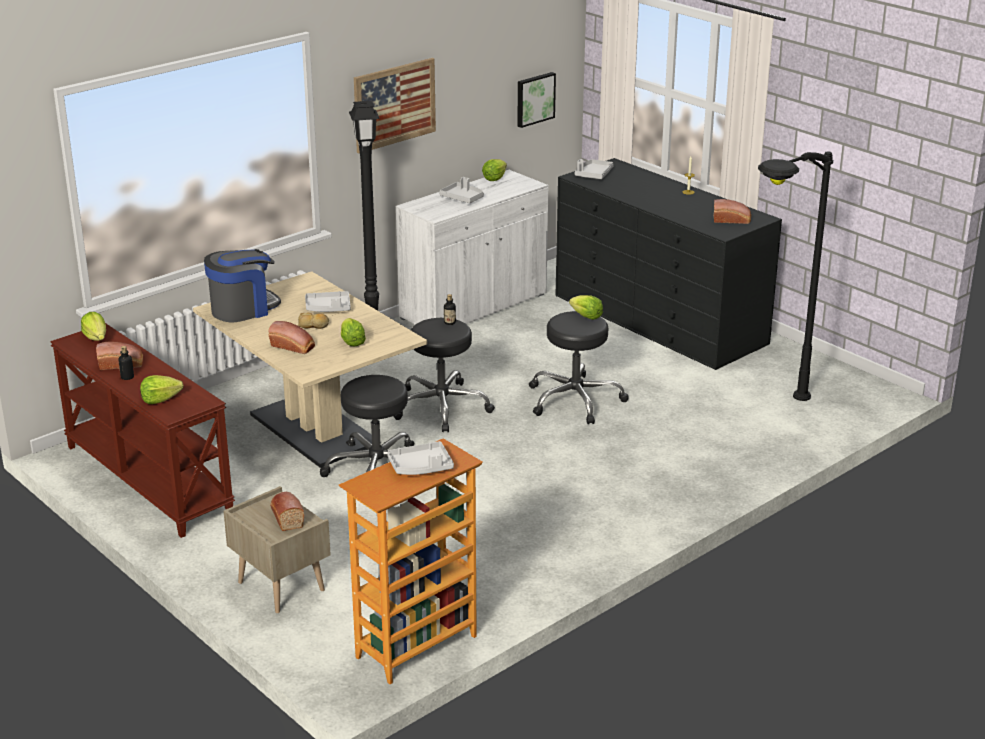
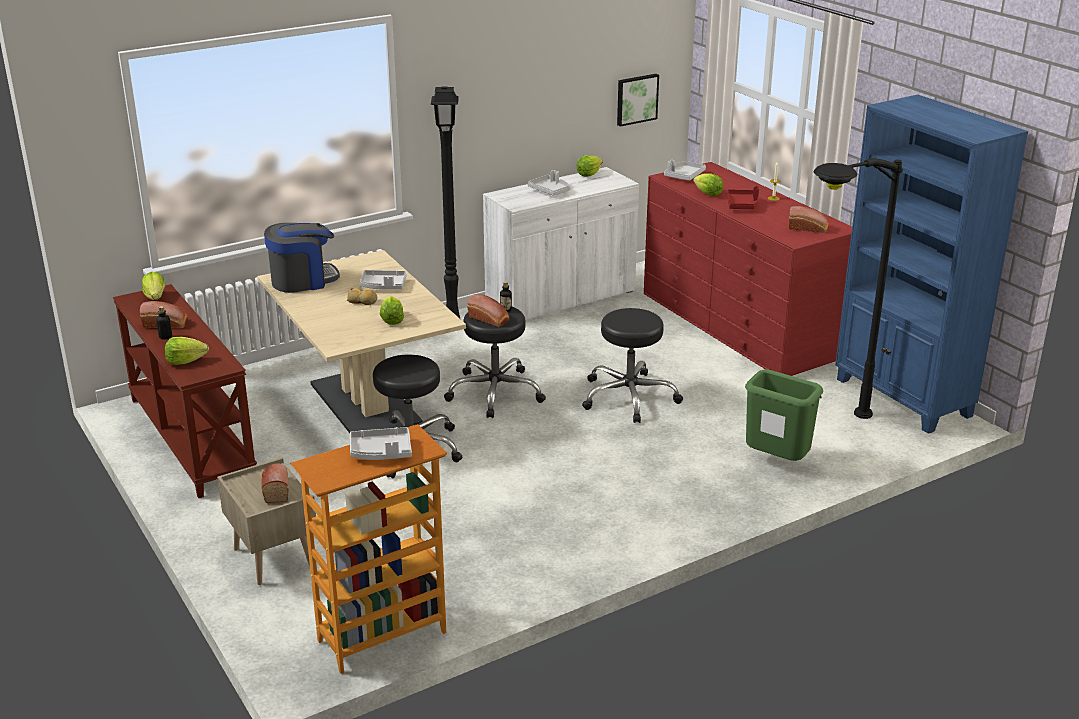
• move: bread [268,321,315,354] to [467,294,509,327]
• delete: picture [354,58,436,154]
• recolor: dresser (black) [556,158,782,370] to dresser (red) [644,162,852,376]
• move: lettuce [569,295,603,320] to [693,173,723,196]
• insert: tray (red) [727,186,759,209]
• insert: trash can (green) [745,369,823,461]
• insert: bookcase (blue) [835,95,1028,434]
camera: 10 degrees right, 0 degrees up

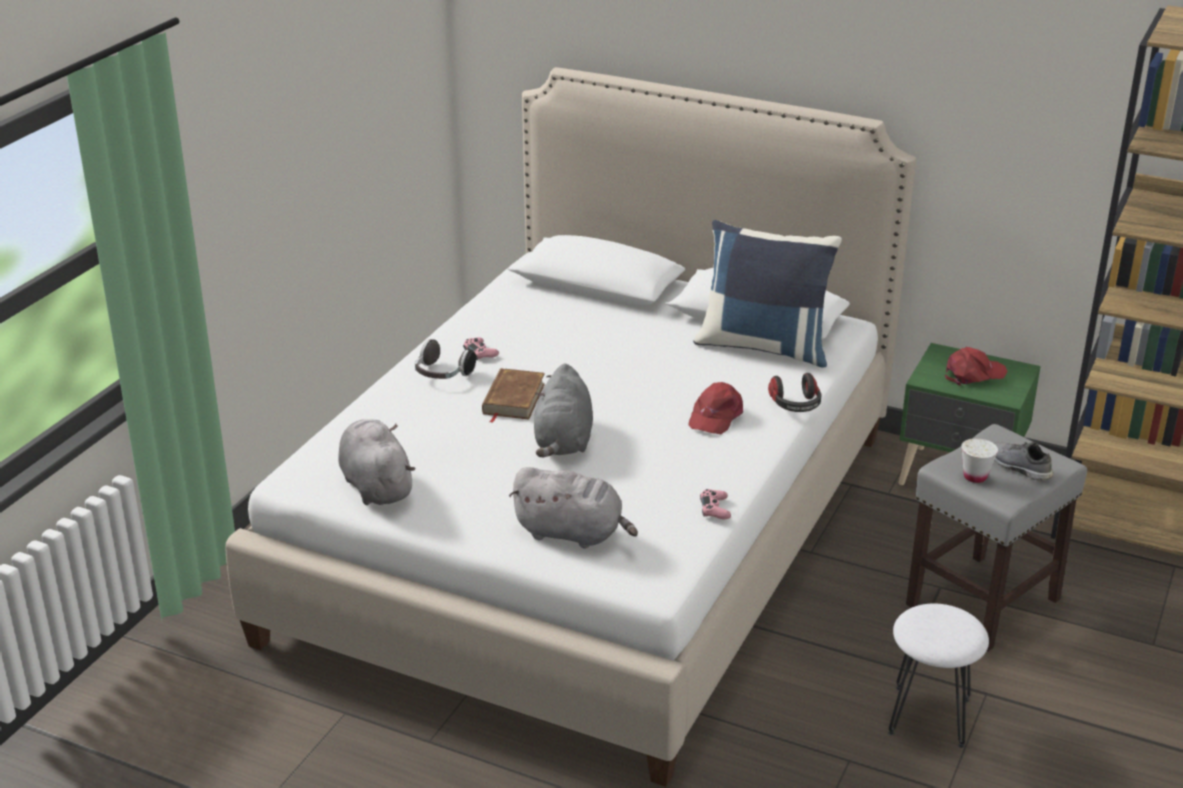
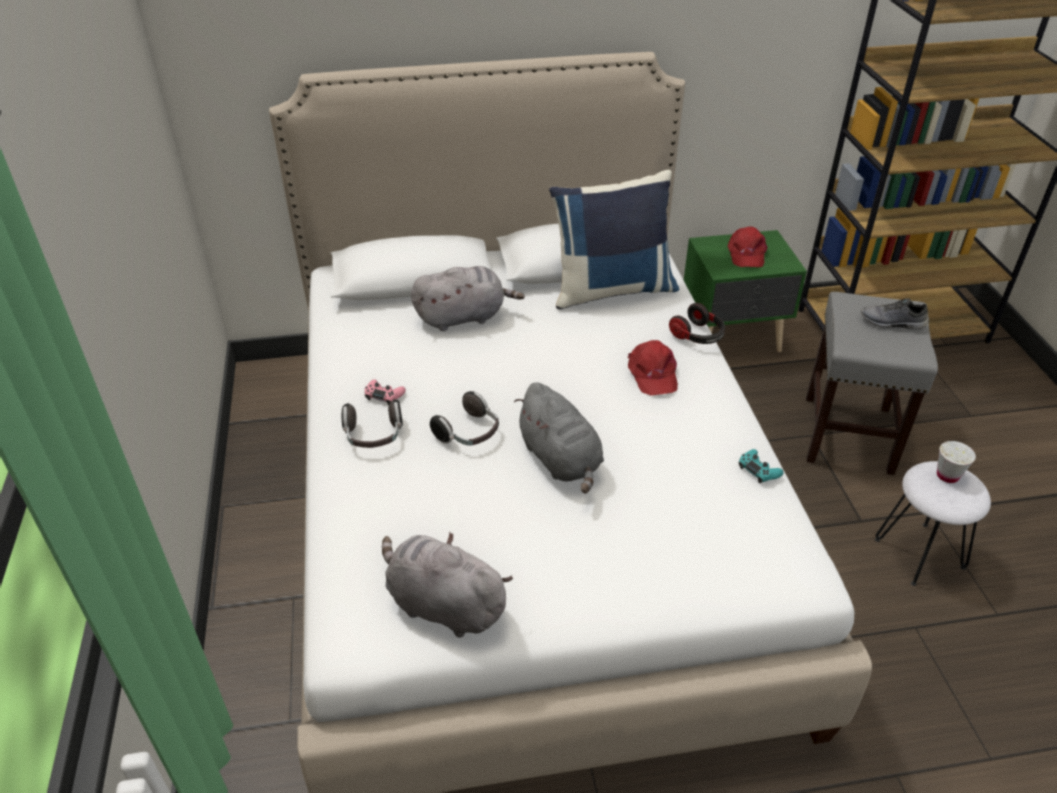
• replace: book (brown) [482,368,545,423] to headphones [430,391,499,446]
• move: plush toy (grey) [509,467,638,549] to [411,266,525,331]
• recolor: game controller (pink) [700,489,731,519] to game controller (turquoise) [739,449,784,483]
• rotate: cap (red) [945,347,1008,386] = [727,226,767,267] 150 degrees clockwise
• move: cup (white) [961,438,998,483] to [937,441,976,483]
camera: 35 degrees left, 10 degrees up

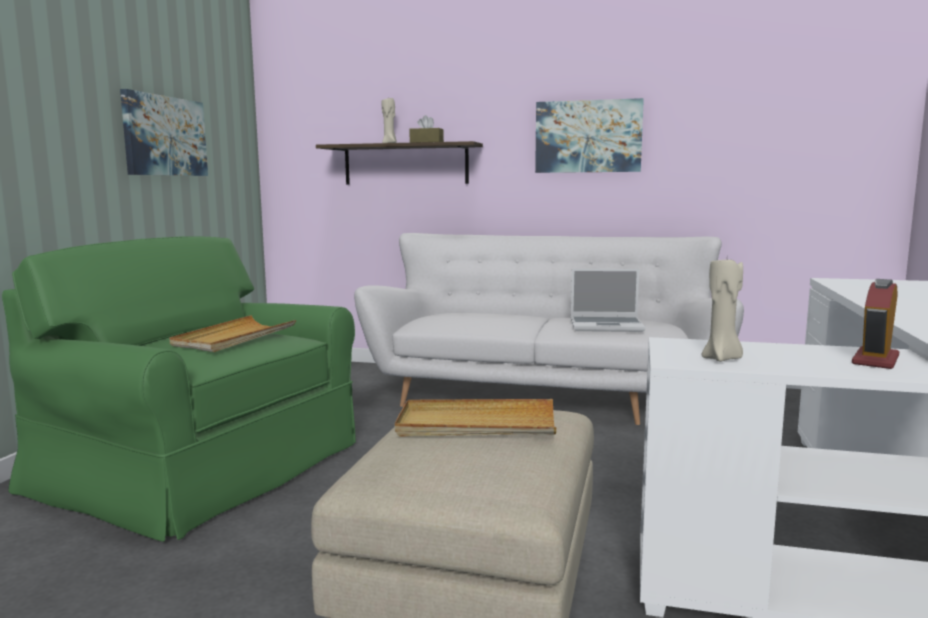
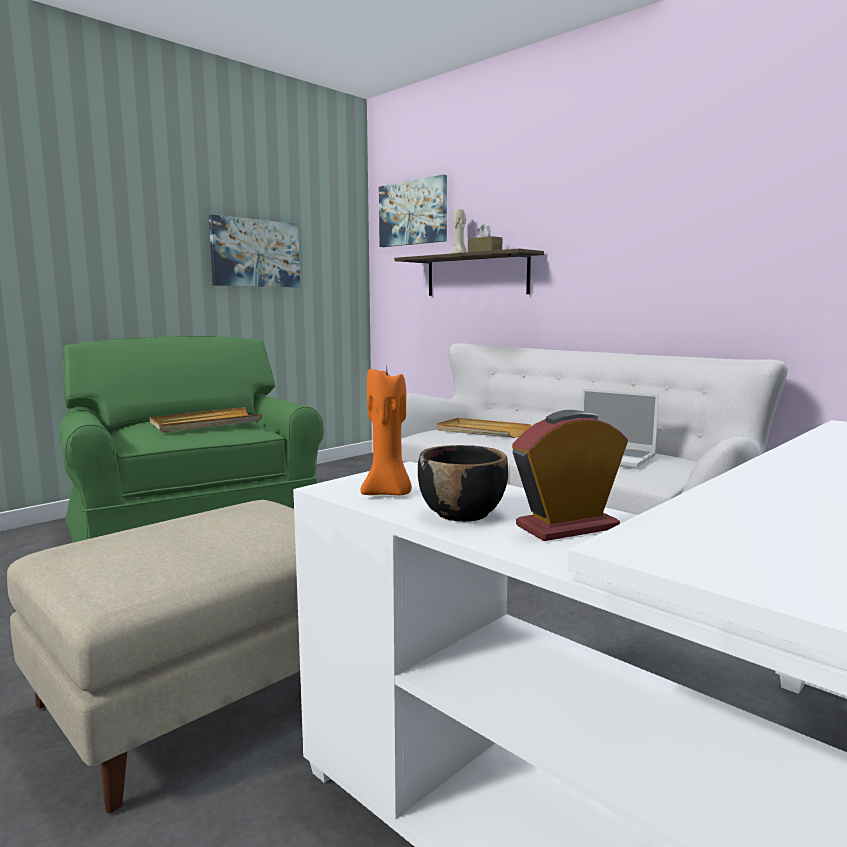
• move: tray (beige) [395,399,556,437] to [436,418,532,438]
• move: picture [535,98,644,173] to [379,175,447,247]
• recolor: candle (beige) [702,260,743,362] to candle (orange) [361,367,412,495]
• insert: bowl (black) [418,445,508,522]
camera: 30 degrees right, 0 degrees up

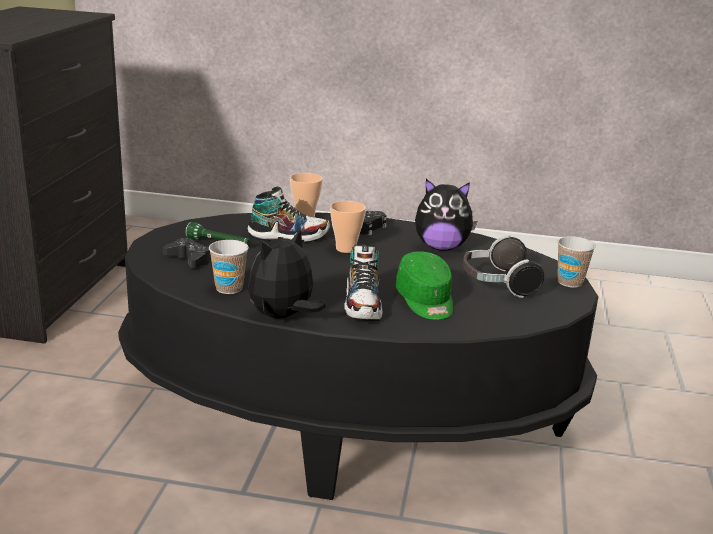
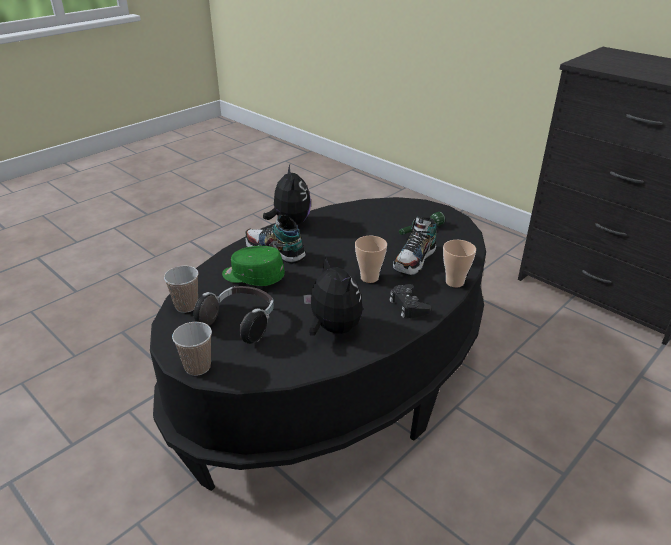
• delete: game controller (black) [163,238,211,268]
• move: cup [209,240,249,294] to [164,266,198,313]
• rotate: plush toy [415,179,477,251] = [303,256,363,336] 105 degrees clockwise
camera: 125 degrees right, 10 degrees up

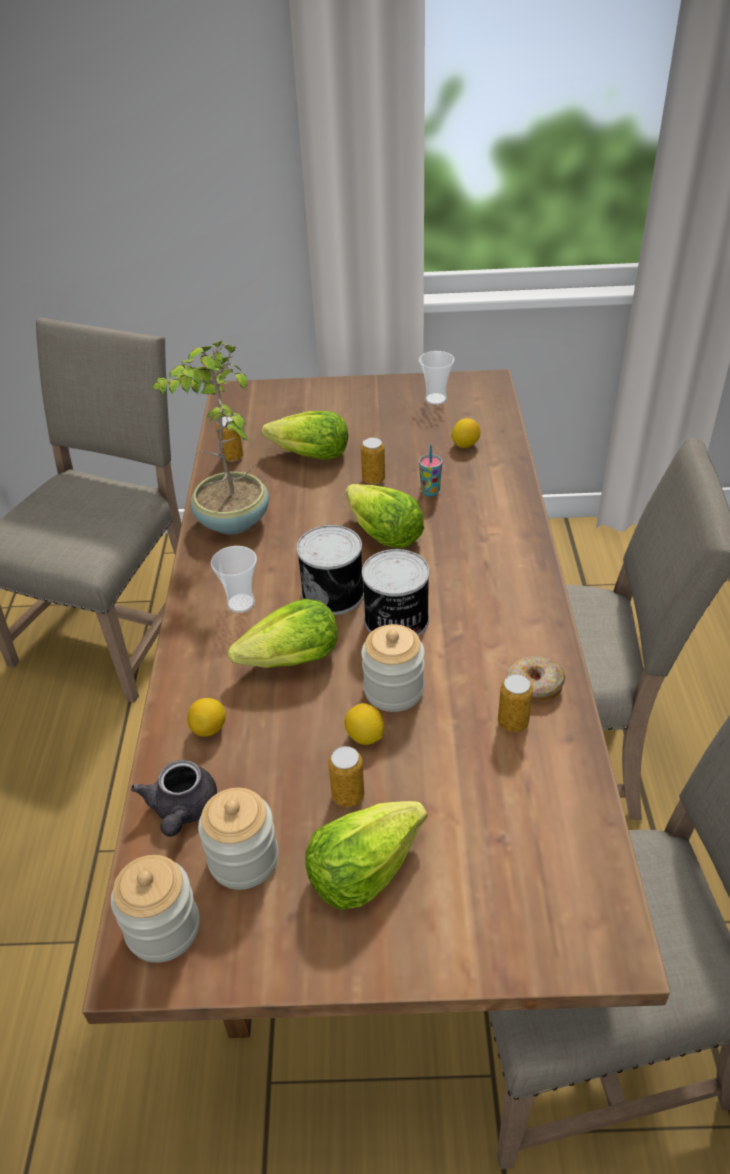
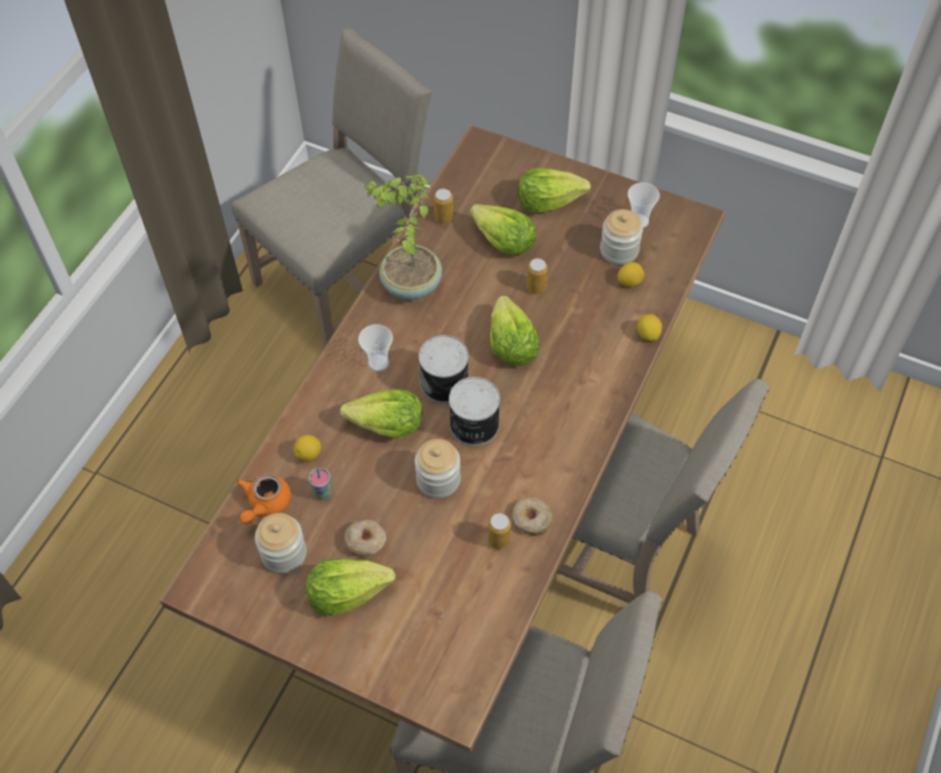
• move: jar [111,855,200,963] to [600,209,643,265]
• recolor: teapot (grey) [131,760,217,837] to teapot (orange) [236,474,292,524]
• replace: can [328,746,364,807] to donut [343,520,386,557]
• move: lemon [344,703,384,745] to [637,314,662,341]
• move: cup [419,444,442,496] to [309,468,332,500]
• insert: lettuce [518,168,591,213]
camera: 25 degrees right, 15 degrees up

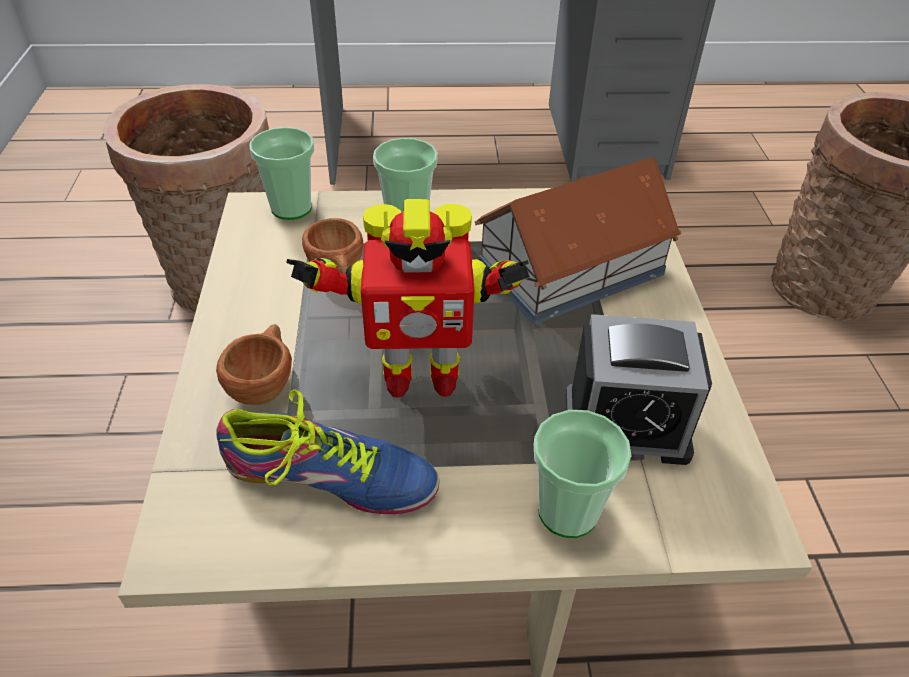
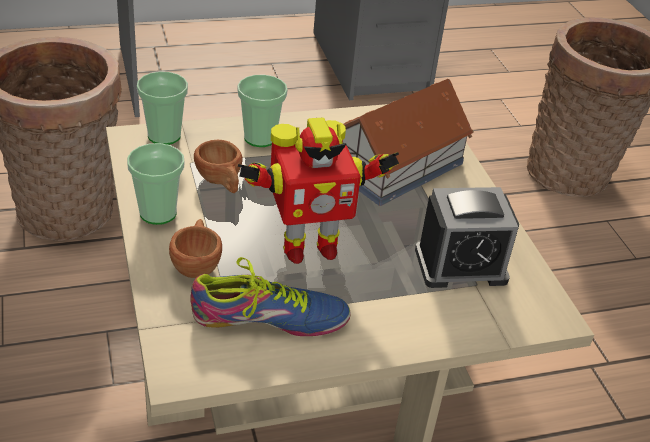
• move: cup [534,410,631,538] to [127,143,184,225]
camera: 15 degrees left, 5 degrees down

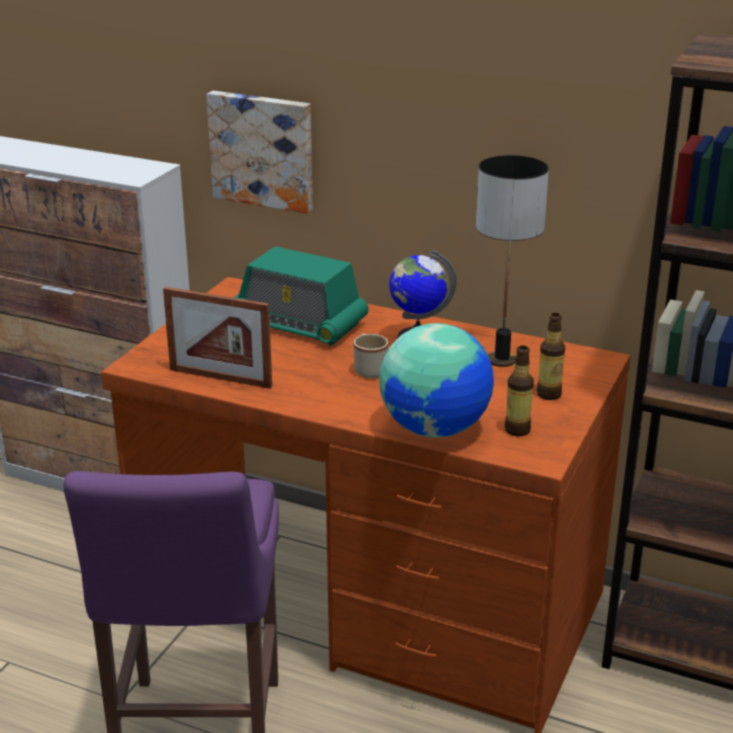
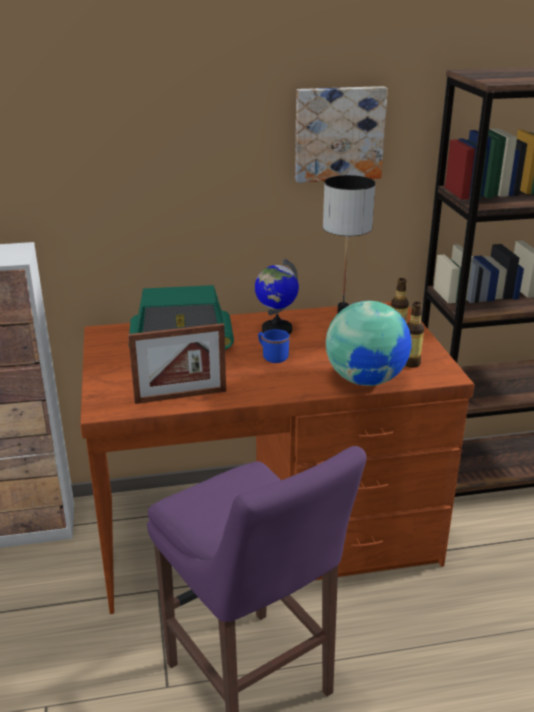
• move: picture [206,91,313,213] to [295,86,388,183]
• recolor: mug (beige) [354,334,388,378] to mug (blue) [258,329,289,363]
camera: 35 degrees left, 0 degrees up

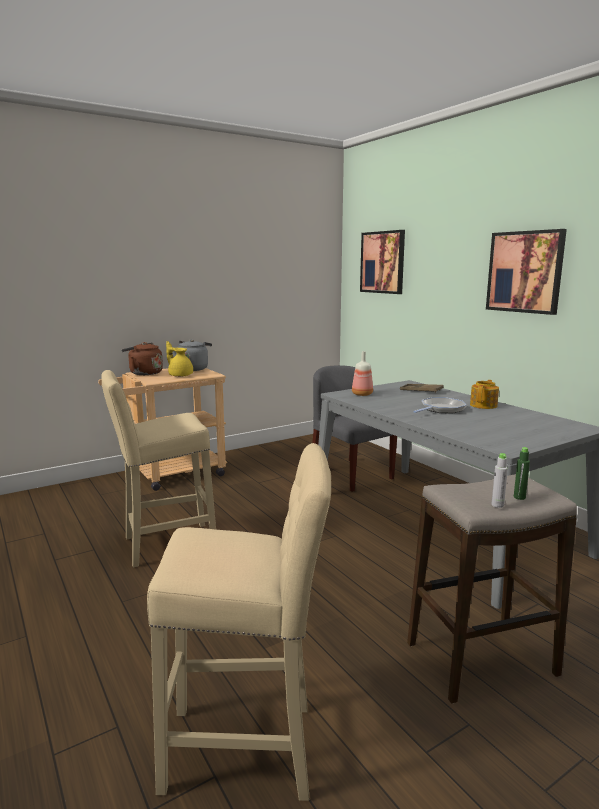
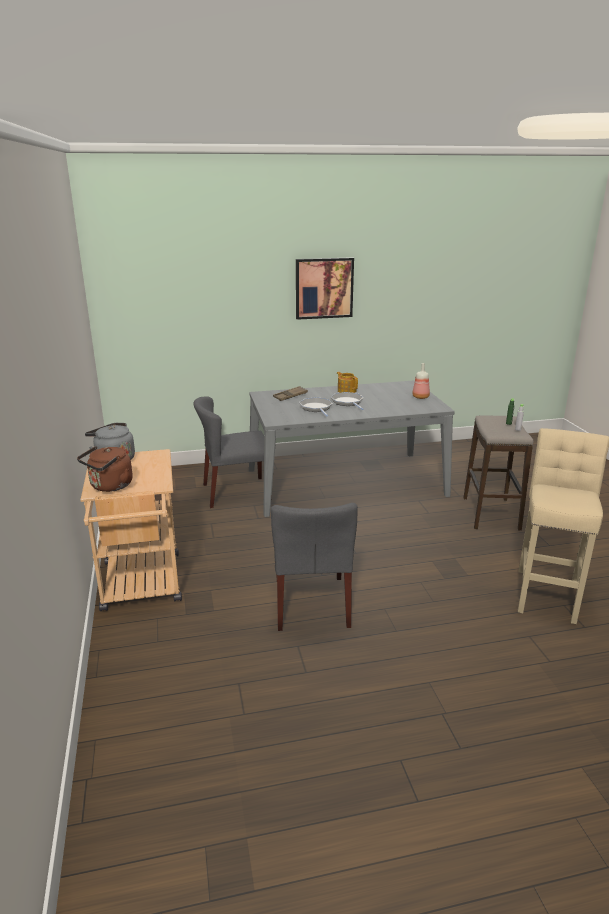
• replace: stool (beige) [101,370,216,568] to chair (grey) [271,503,358,631]
• delete: teapot (yellow) [166,341,193,377]
• move: bottle [352,351,373,396] to [412,363,430,399]
• delete: picture [360,230,405,294]
• insert: frying pan [299,397,333,416]
camera: 70 degrees left, 10 degrees up

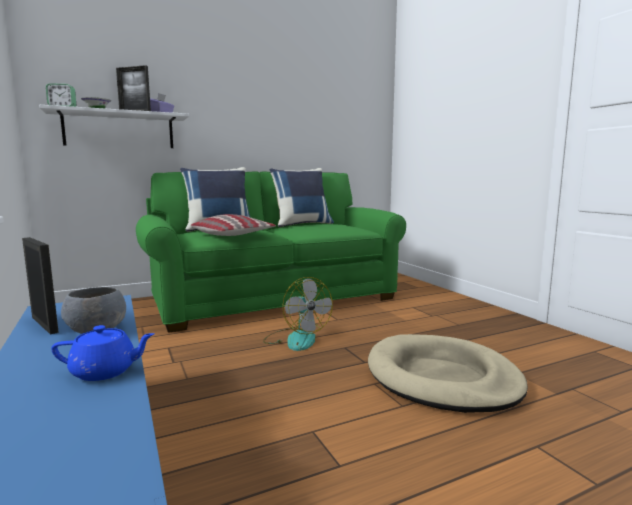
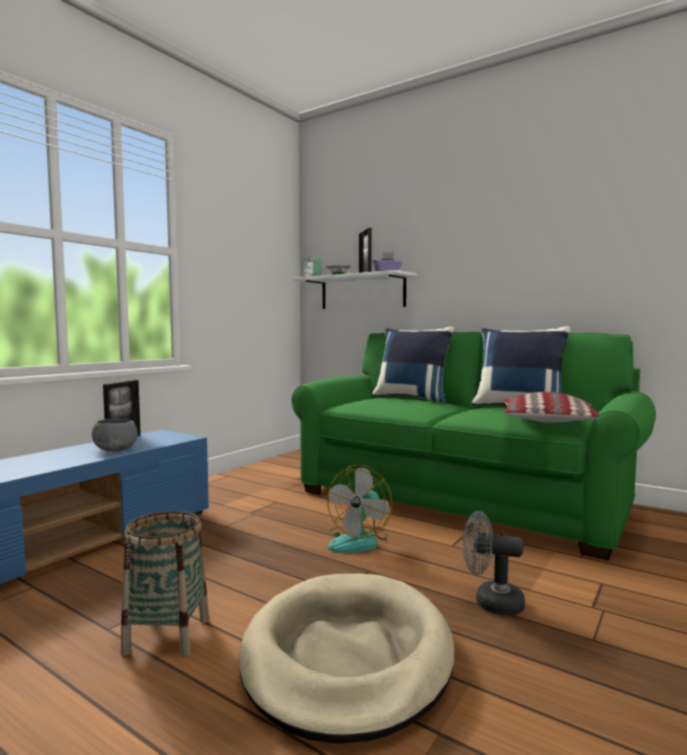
• delete: teapot (blue) [51,325,155,381]
• move: pillow [191,214,276,236] to [504,392,600,423]
• insert: basket [121,511,209,657]
• insert: fan (grey) [463,511,525,615]
camera: 60 degrees right, 5 degrees down

